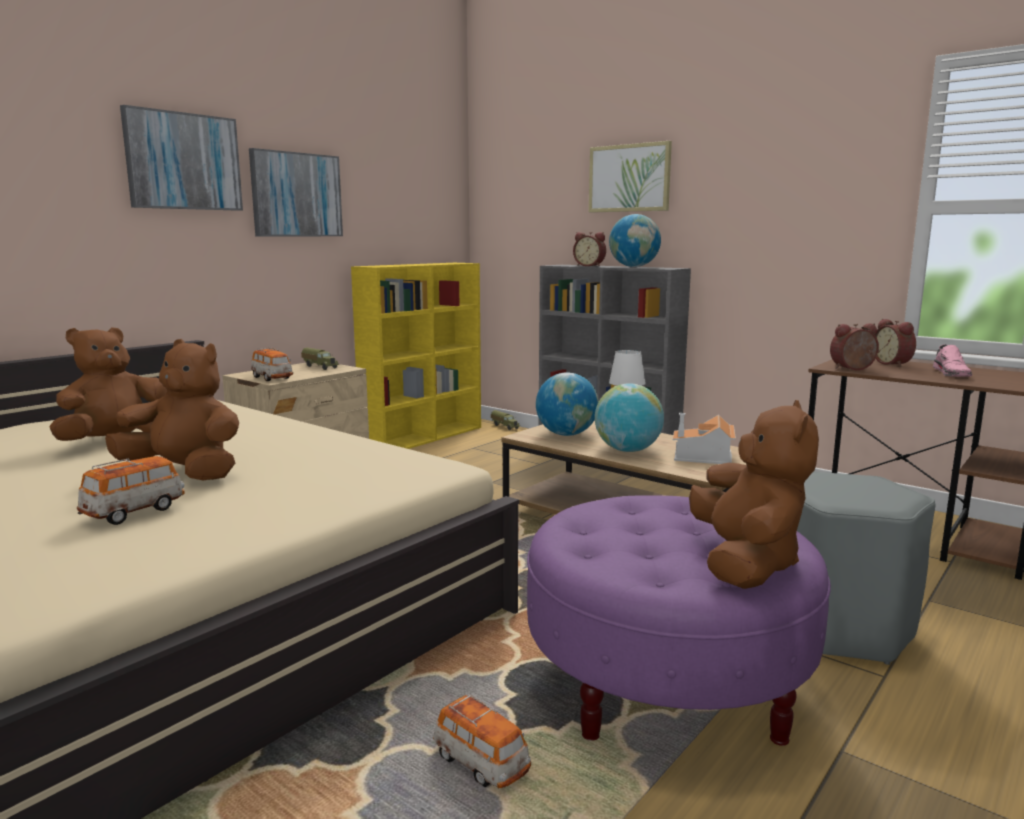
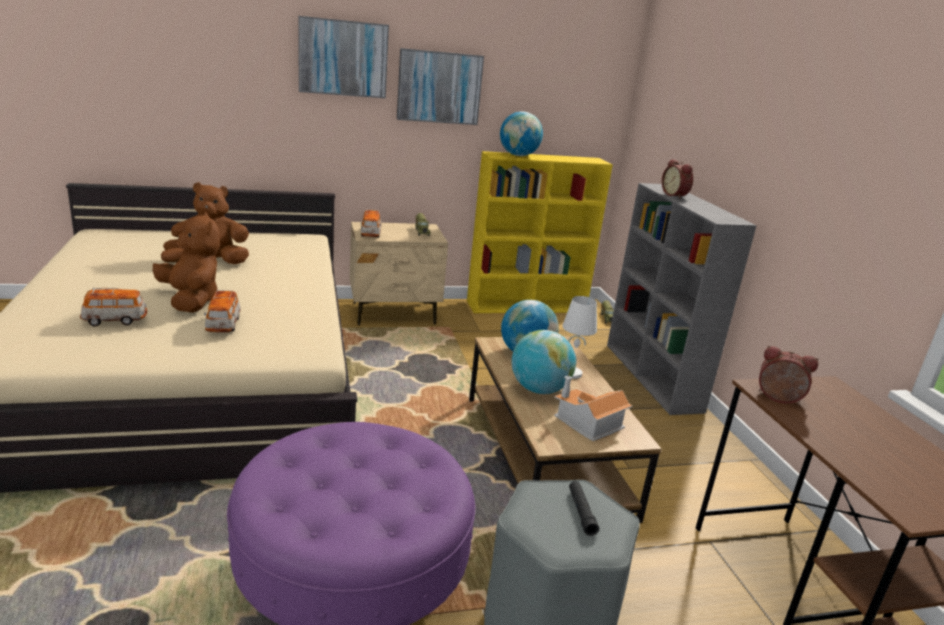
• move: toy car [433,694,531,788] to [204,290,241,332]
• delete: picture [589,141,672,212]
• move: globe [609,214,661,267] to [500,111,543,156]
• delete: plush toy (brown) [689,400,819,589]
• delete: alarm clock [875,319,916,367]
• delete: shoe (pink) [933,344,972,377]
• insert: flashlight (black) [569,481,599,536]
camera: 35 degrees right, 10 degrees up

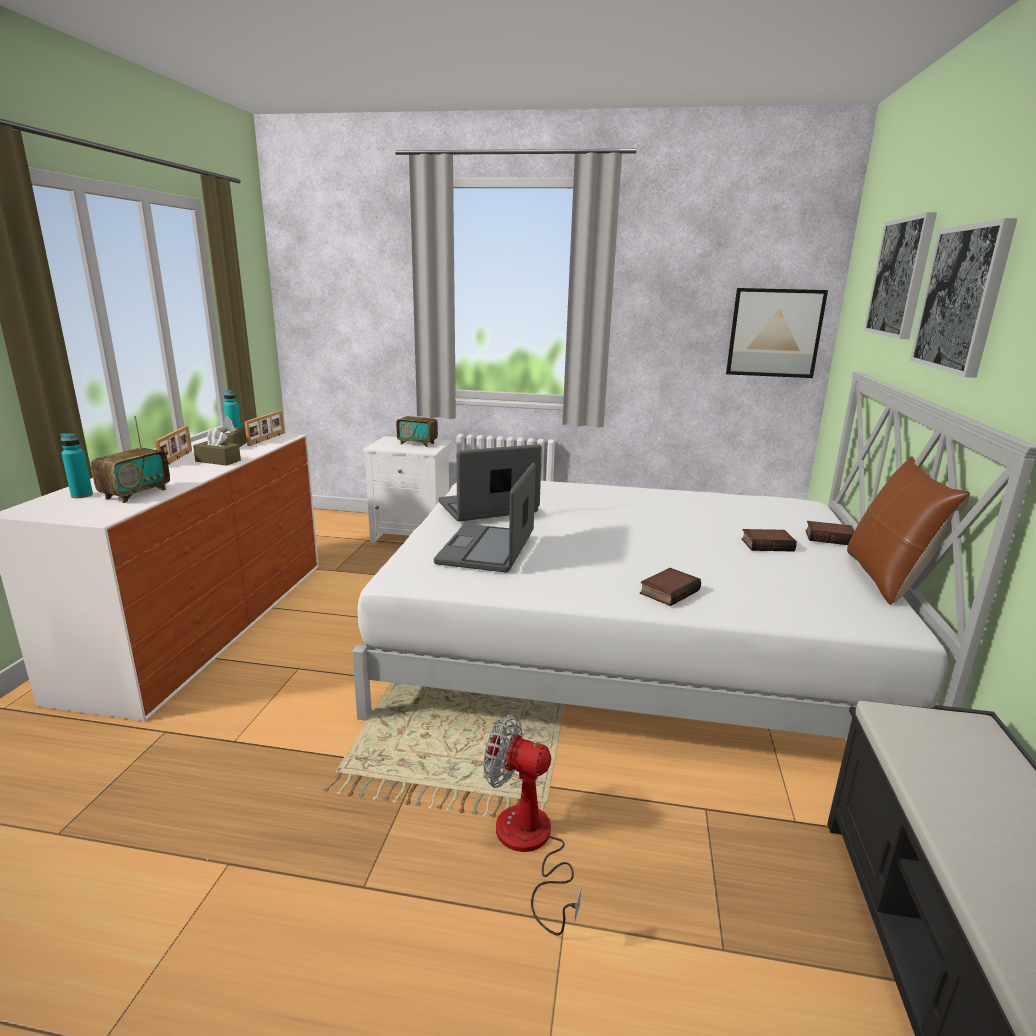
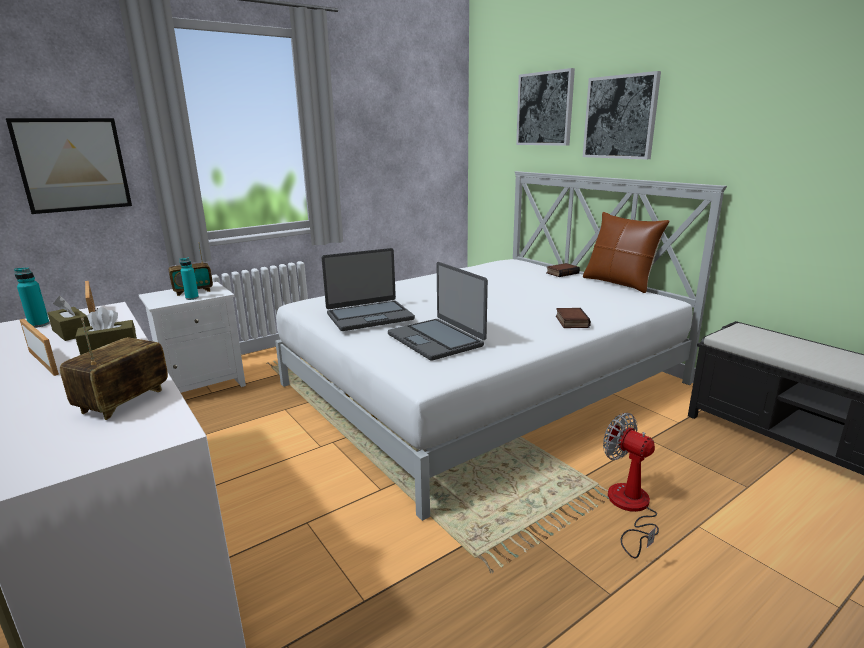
• move: bottle (turquoise) [61,433,93,498] to [180,258,199,300]
• rotate: radio [91,416,170,503] = [60,318,168,420] 135 degrees counterclockwise
• rotate: laptop [438,444,542,522] = [322,248,415,331] 135 degrees counterclockwise
• rotate: fan [484,715,581,936] = [603,413,659,558] 75 degrees clockwise
• move: picture [726,288,828,378] to [6,118,132,214]
• delete: book [741,529,797,552]
camera: 45 degrees left, 0 degrees up

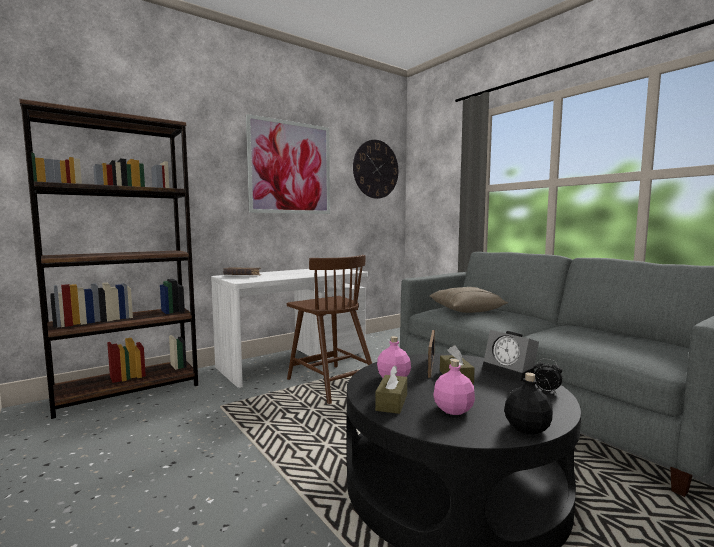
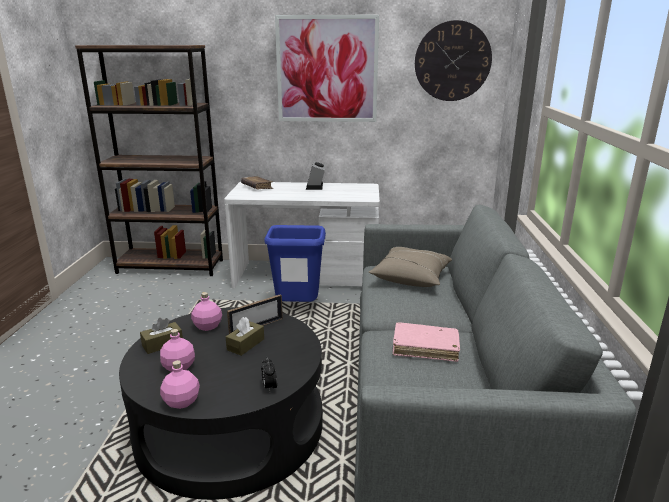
• replace: chair (brown) [287,255,372,404] to trash can (blue) [264,225,326,302]
• move: alarm clock [482,330,539,382] to [306,161,326,190]
• recolor: bottle (black) [504,372,553,435] to bottle (pink) [160,360,200,409]
• insert: book (pink) [393,322,460,362]
camera: 40 degrees right, 15 degrees up

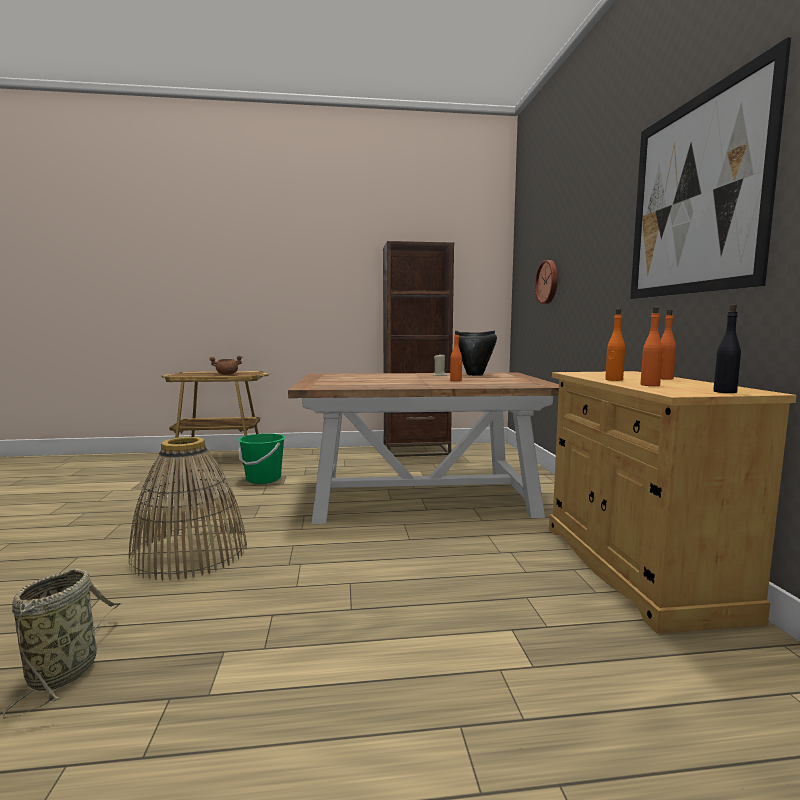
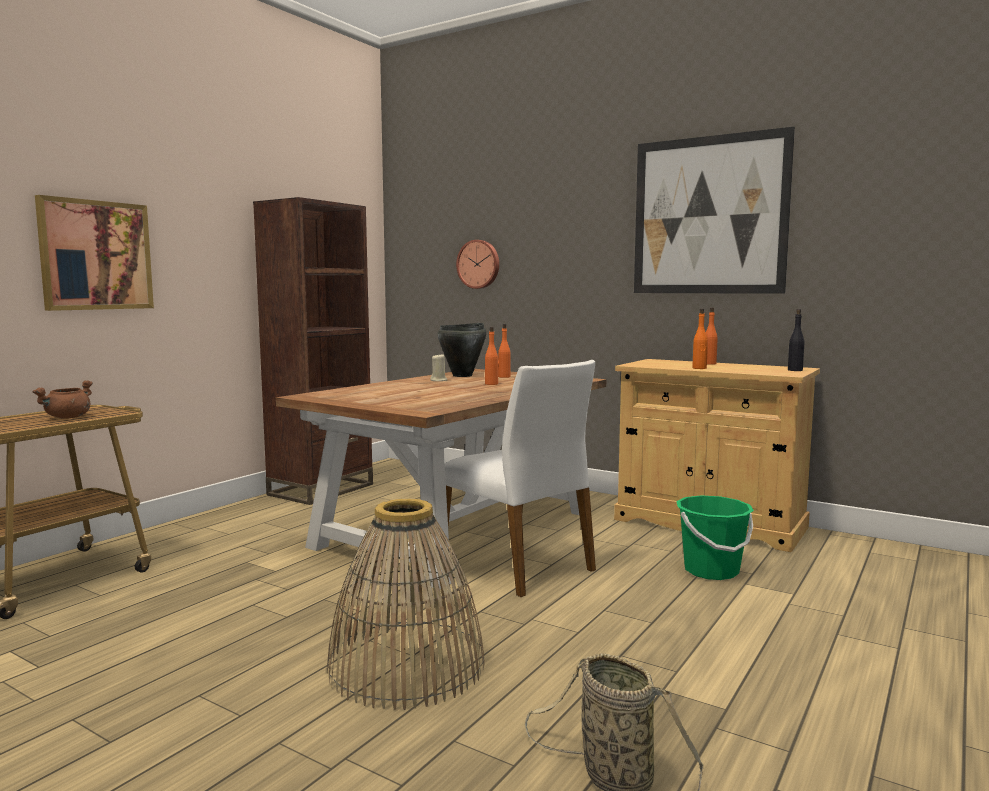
• move: bucket (green) [238,434,286,484] to [676,495,754,580]
• move: bottle (orange) [640,307,663,386] to [498,324,511,378]
• insert: picture [35,195,154,311]
• insert: chair (white) [445,360,596,597]
camera: 50 degrees left, 0 degrees up

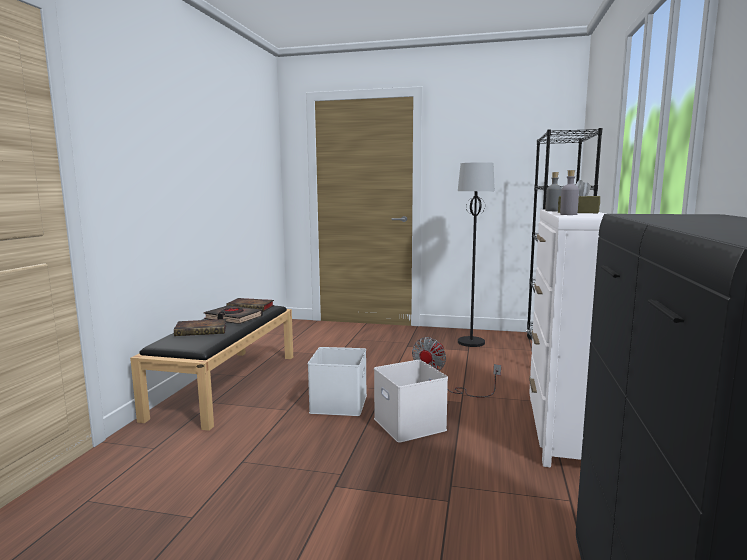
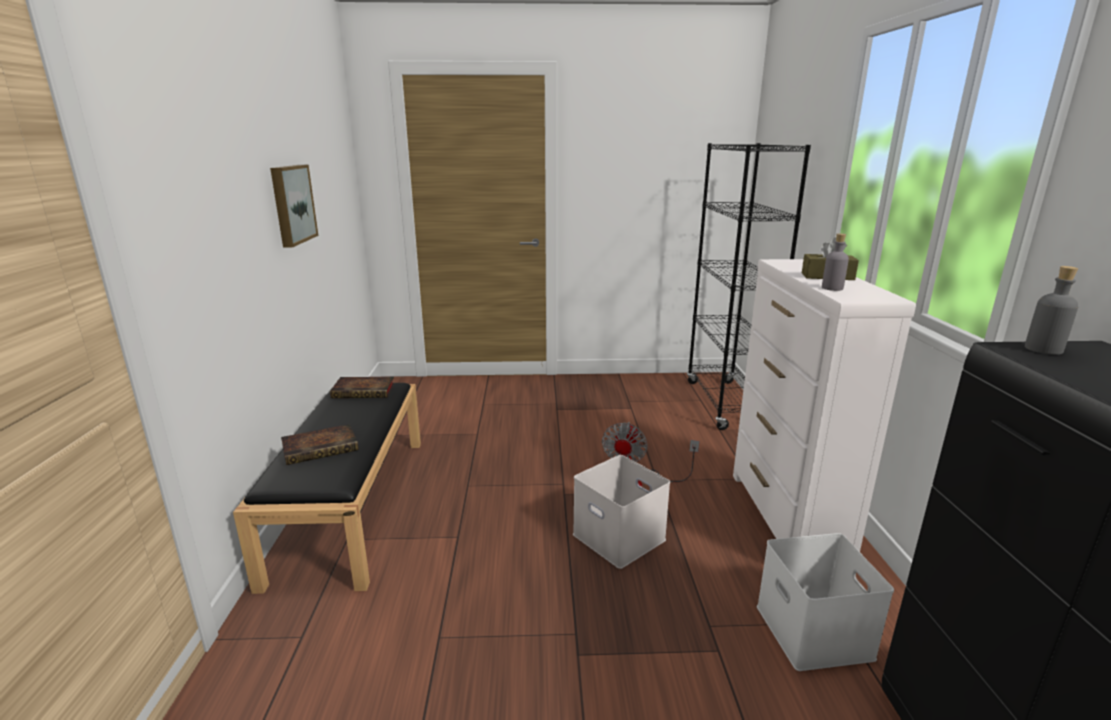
• delete: book (black) [204,305,263,324]
• move: storage box (white) [308,347,367,416] to [757,533,894,671]
• delete: floor lamp (black) [458,162,495,347]
• move: bottle (grey) [545,172,562,211] to [1025,266,1078,355]
• insert: picture [270,165,318,247]
camera: 15 degrees left, 10 degrees up

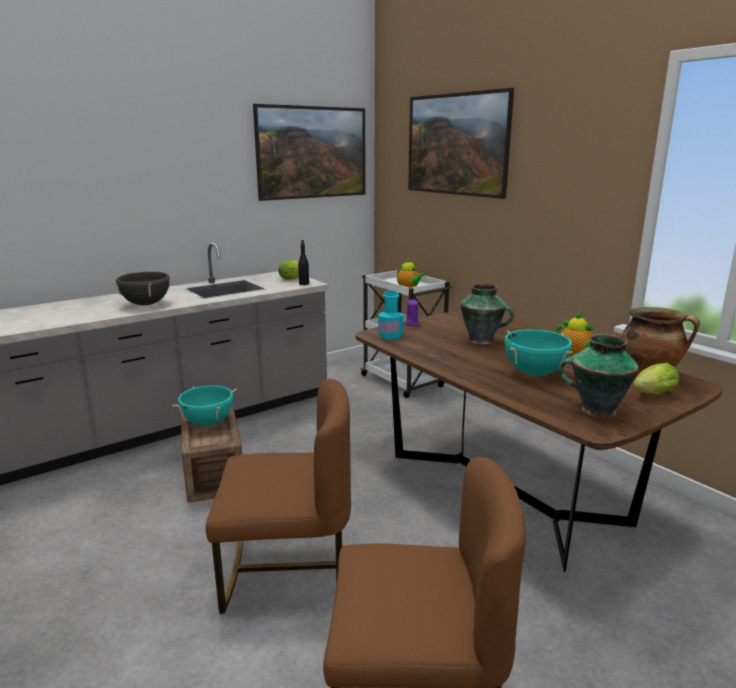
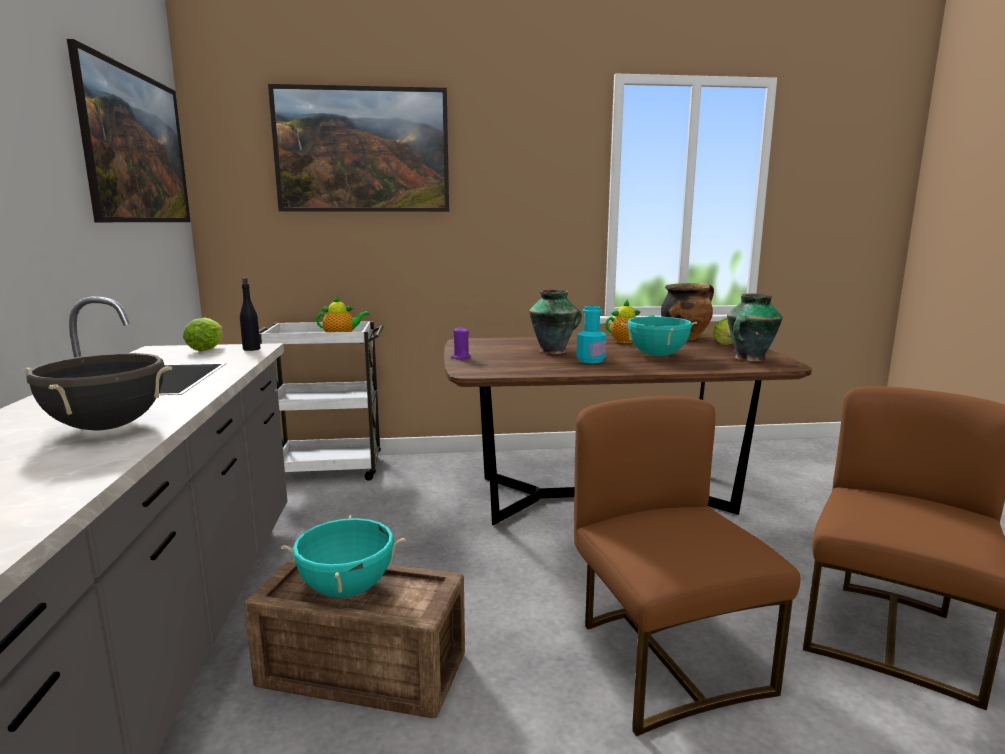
• rotate: chair (brown) [206,379,351,614] = [574,396,800,736] 45 degrees counterclockwise
• move: bottle (turquoise) [378,291,403,340] to [576,306,606,363]
camera: 60 degrees left, 5 degrees down

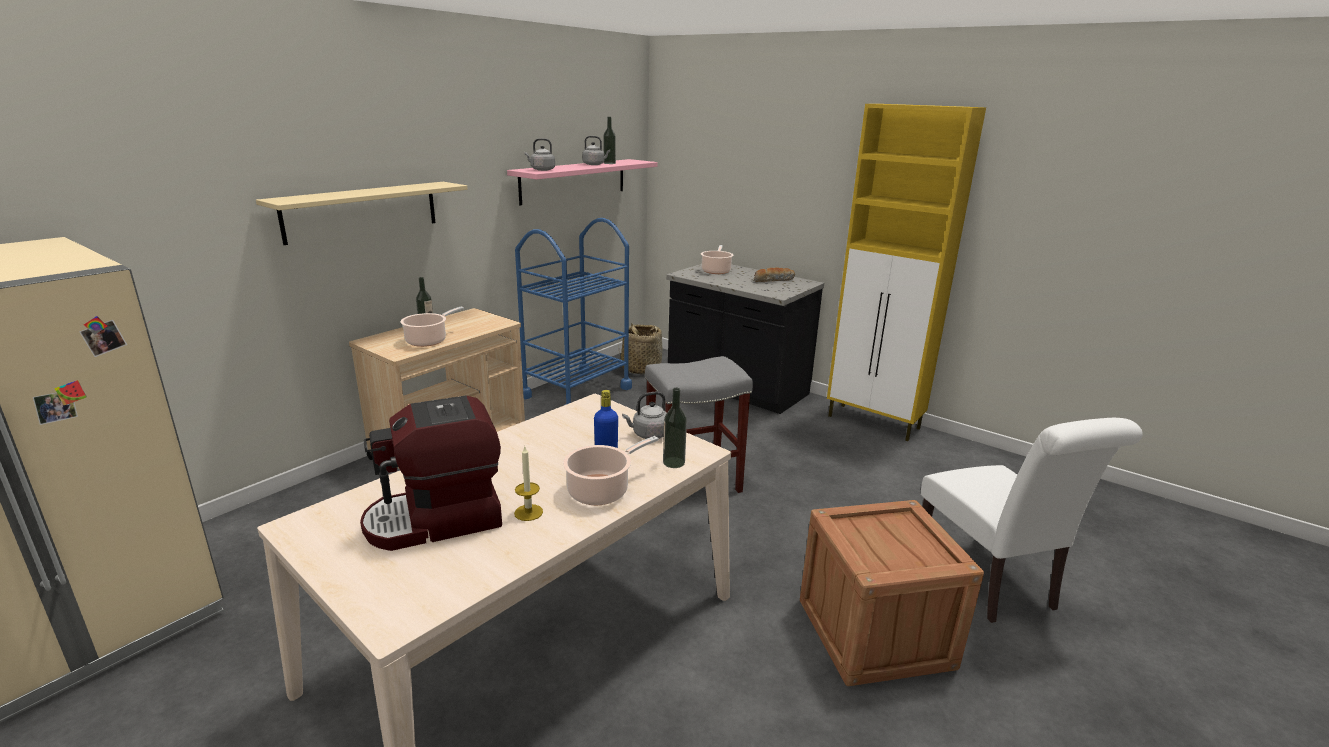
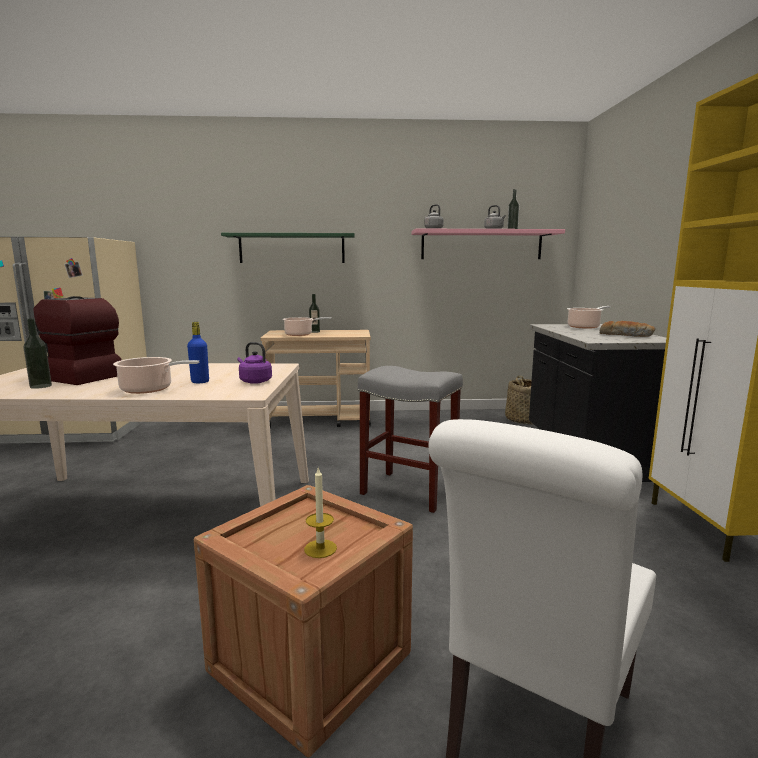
• recolor: shelf (beige) [256,182,468,245] to shelf (green) [221,233,355,263]
• move: candle [514,445,543,521] to [304,468,337,558]
• delete: cart (blue) [515,218,632,405]
• recolor: kettle (grey) [622,392,667,439] to kettle (purple) [237,342,272,384]
• move: bottle [663,388,687,468] to [23,318,52,389]
camera: 50 degrees right, 10 degrees down

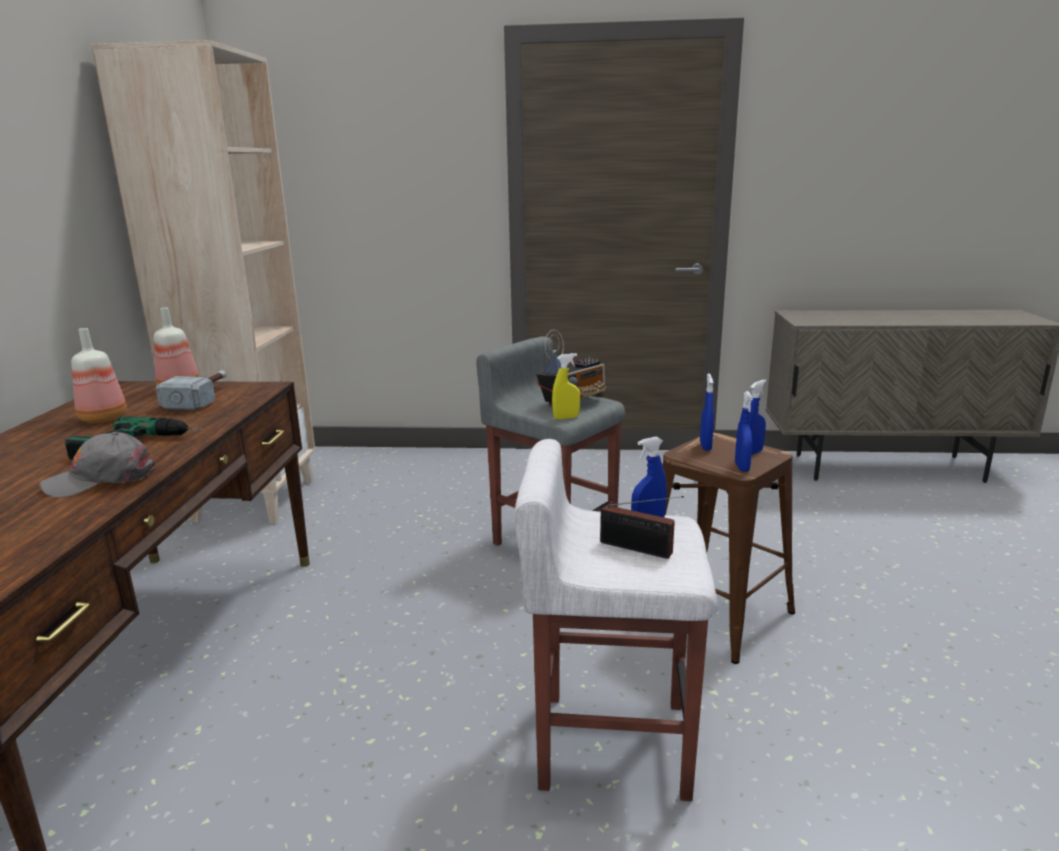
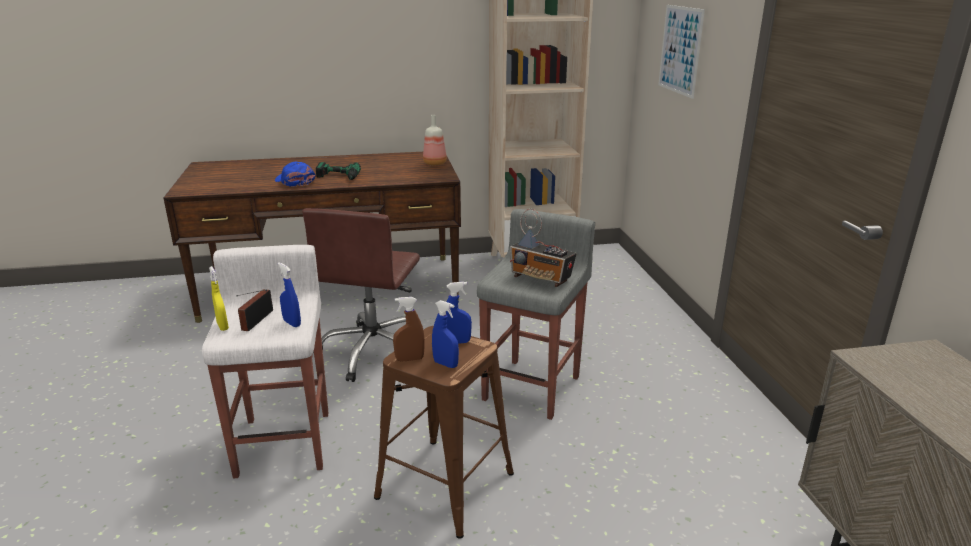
• recolor: cap (grey) [39,432,155,498] to cap (blue) [275,162,315,187]
• delete: bottle [71,328,127,423]
• delete: hammer [156,370,227,410]
• move: spray bottle (yellow) [552,353,580,419] to [209,266,229,331]
• recolor: spray bottle (blue) [735,391,753,472] to spray bottle (brown) [393,297,425,361]
• insert: office chair (brown) [302,208,420,382]
• insert: picture [658,5,705,99]
camera: 75 degrees right, 5 degrees up

